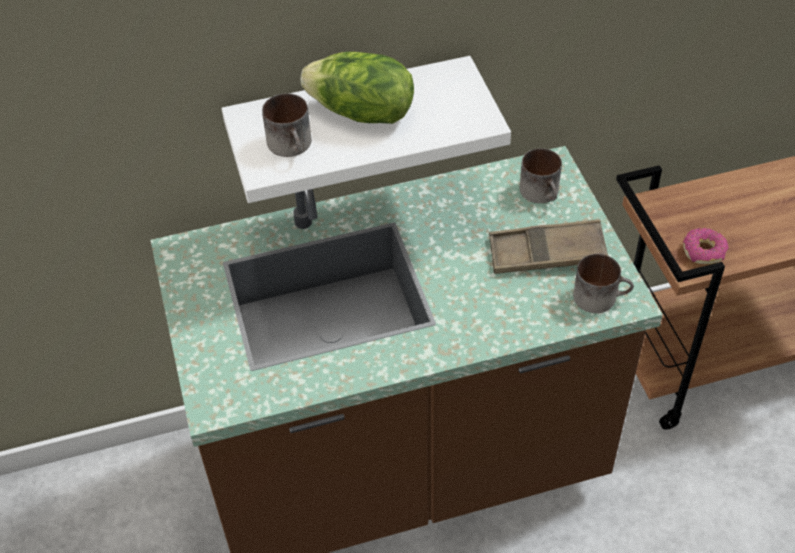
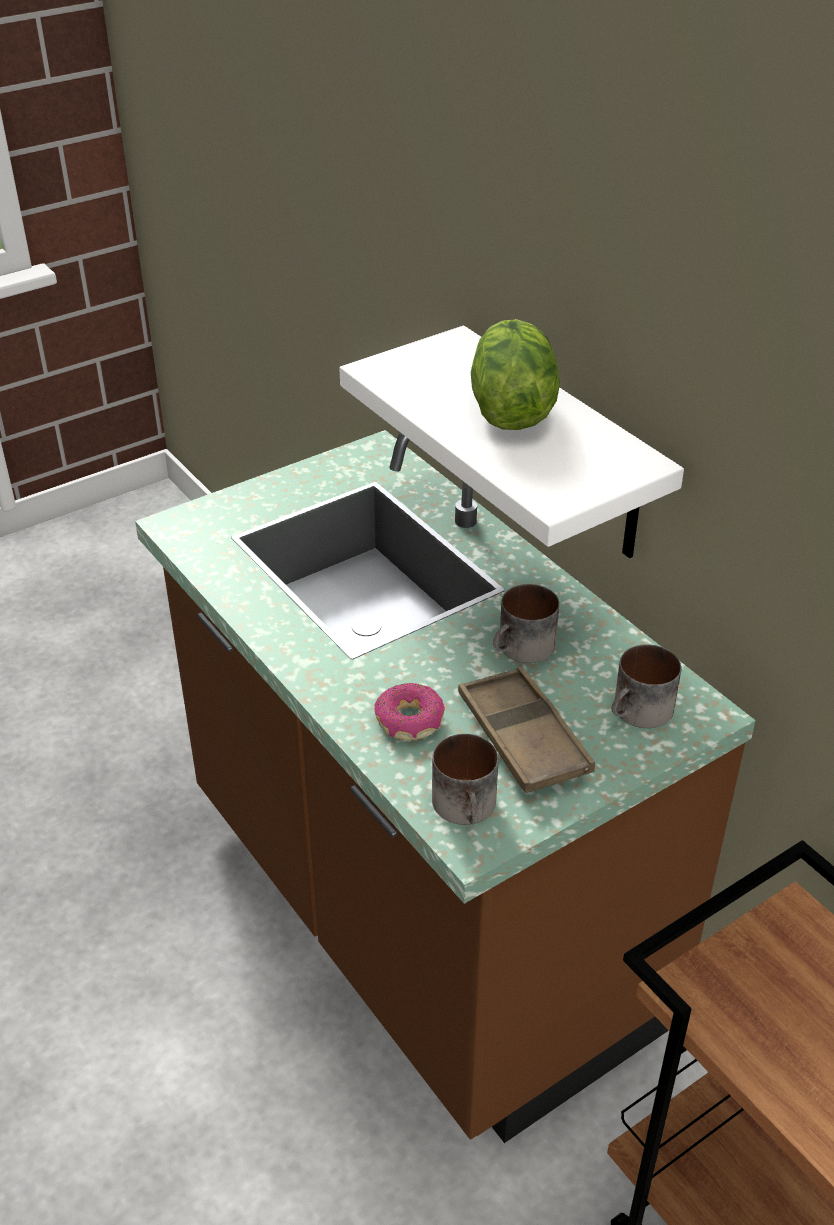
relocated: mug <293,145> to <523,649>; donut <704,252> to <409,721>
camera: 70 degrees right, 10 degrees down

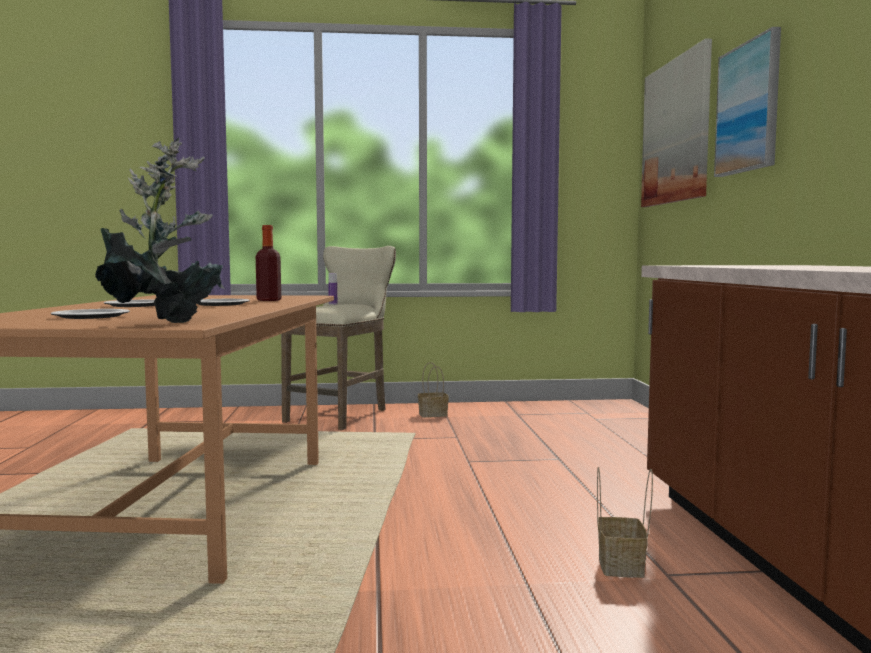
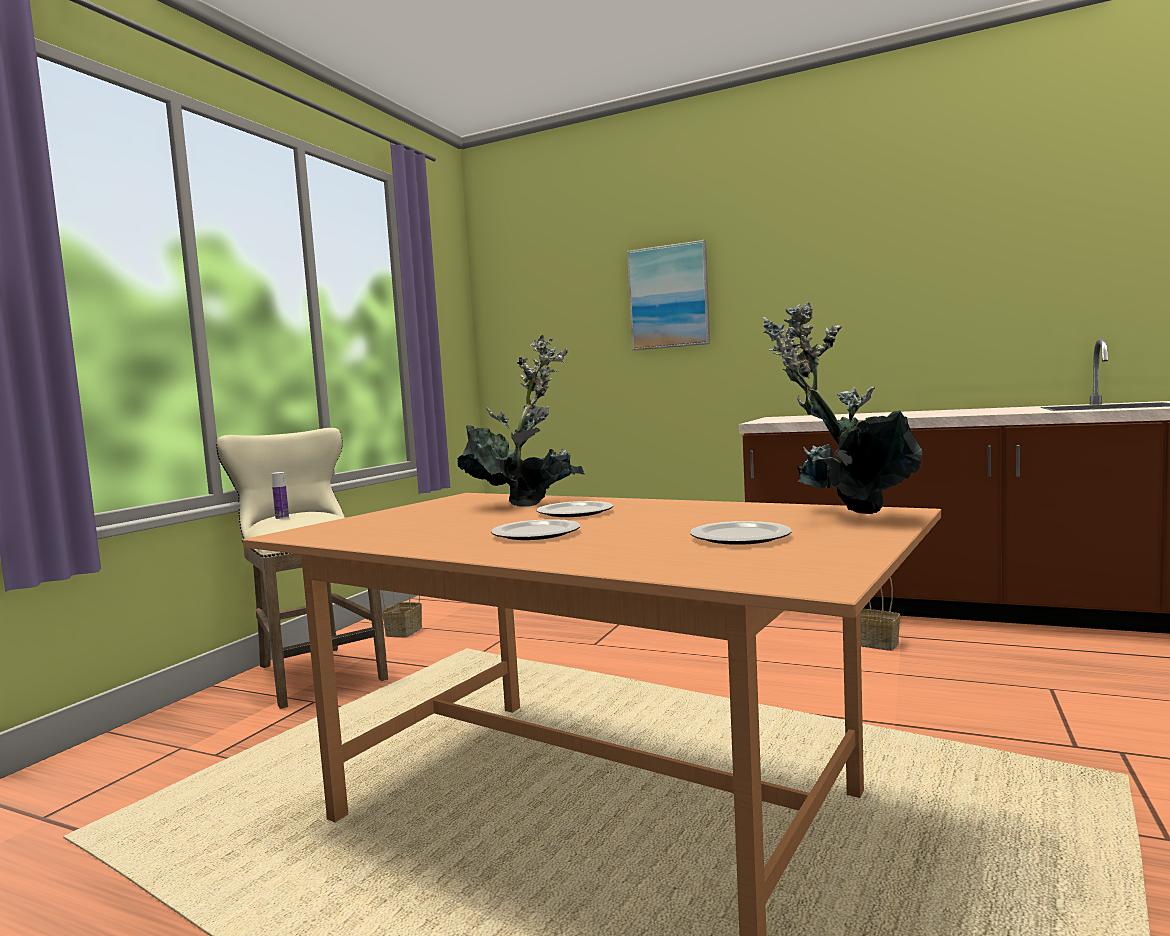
missing: picture <676,132>
exchanged: bottle <269,300> to potted plant <527,503>
camera: 60 degrees left, 0 degrees up

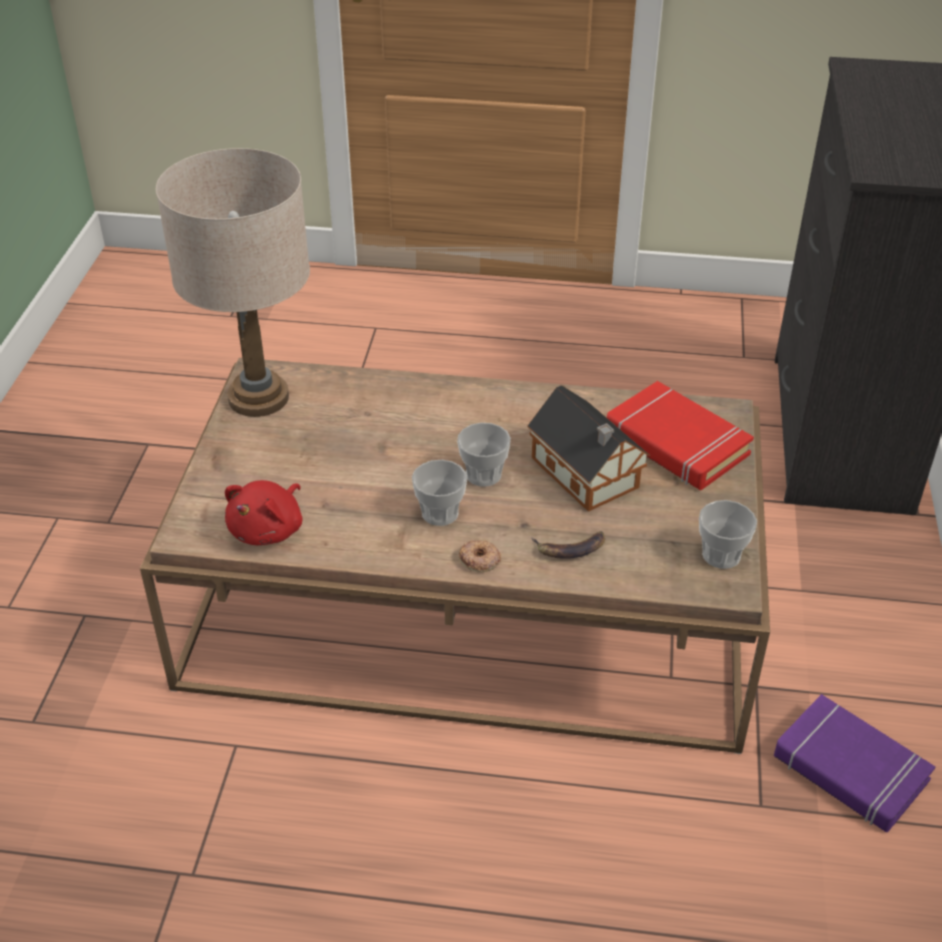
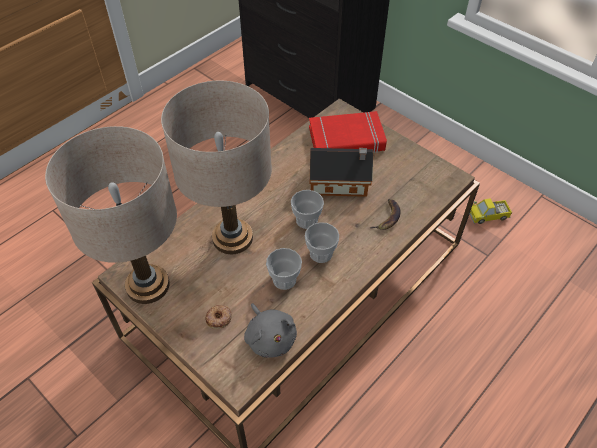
appeared: beige table lamp <233,238>
relocated: donut <479,560> to <219,318>; cup <721,555> to <284,279>
exchanged: purple book <849,769> to toy truck <488,216>
colour: red plush toy <269,529> to grey plush toy <270,338>
camera: 55 degrees left, 10 degrees up

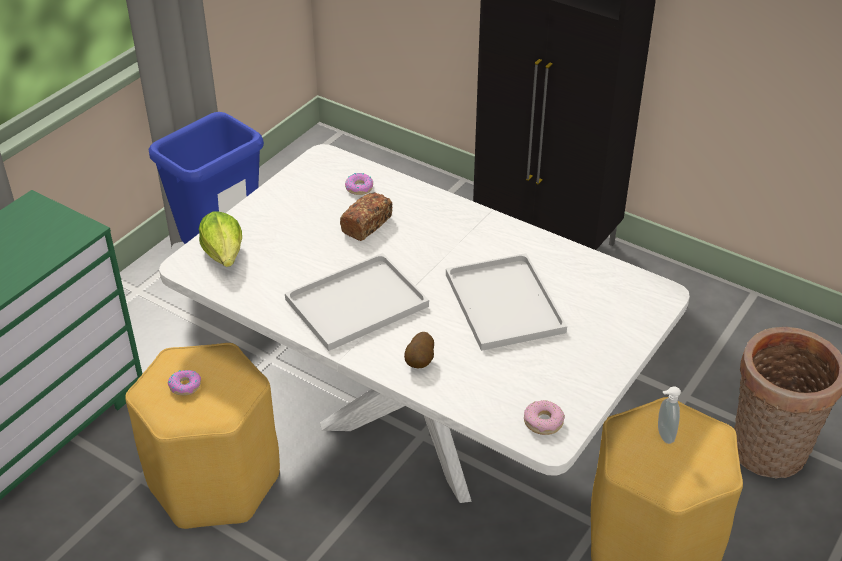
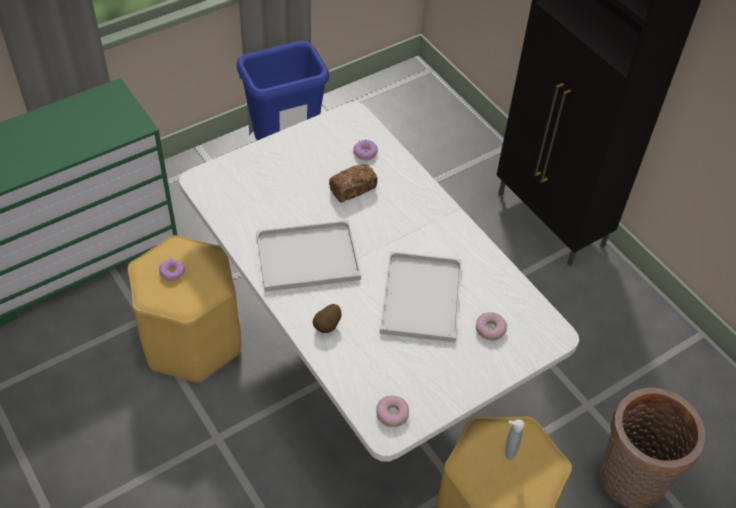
missing: lettuce <224,254>
appeared: donut <490,329>
camera: 20 degrees right, 10 degrees up

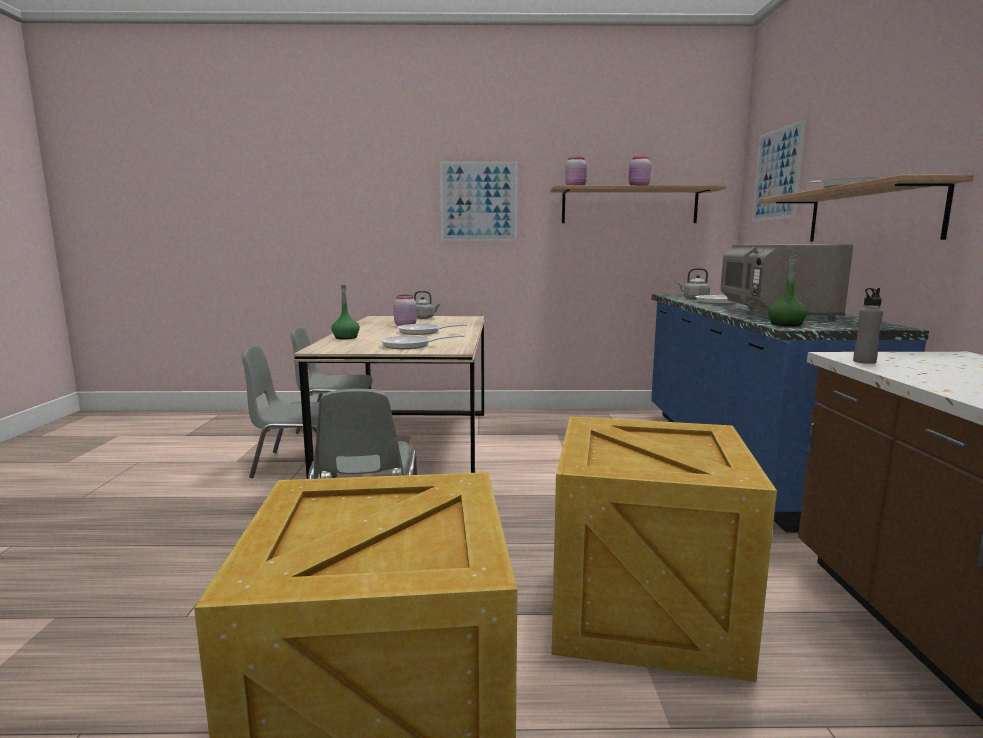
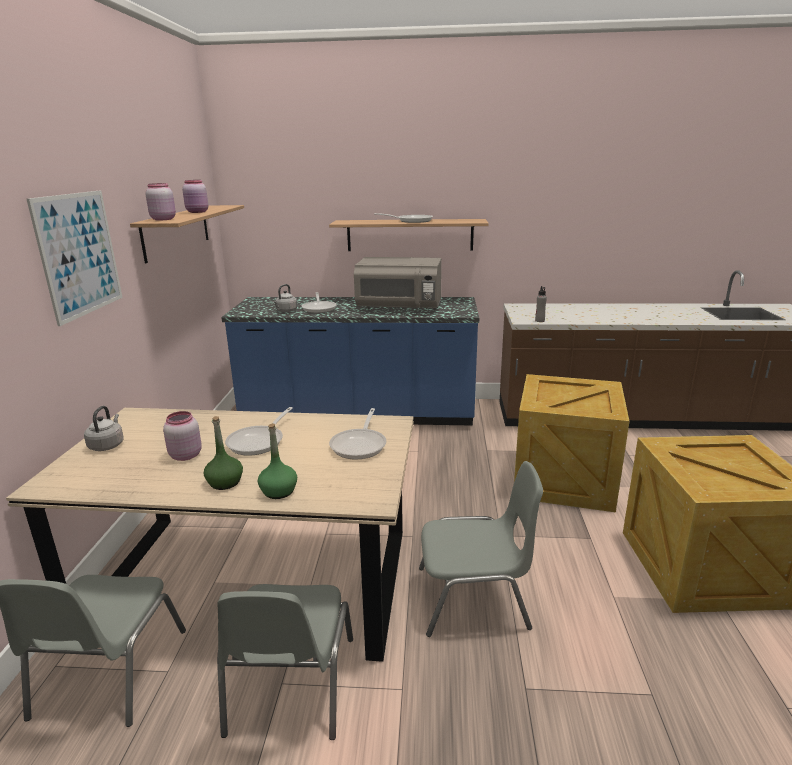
missing: picture <777,174>
relocated: green bottle <786,324> to <225,482>
camera: 85 degrees left, 10 degrees up

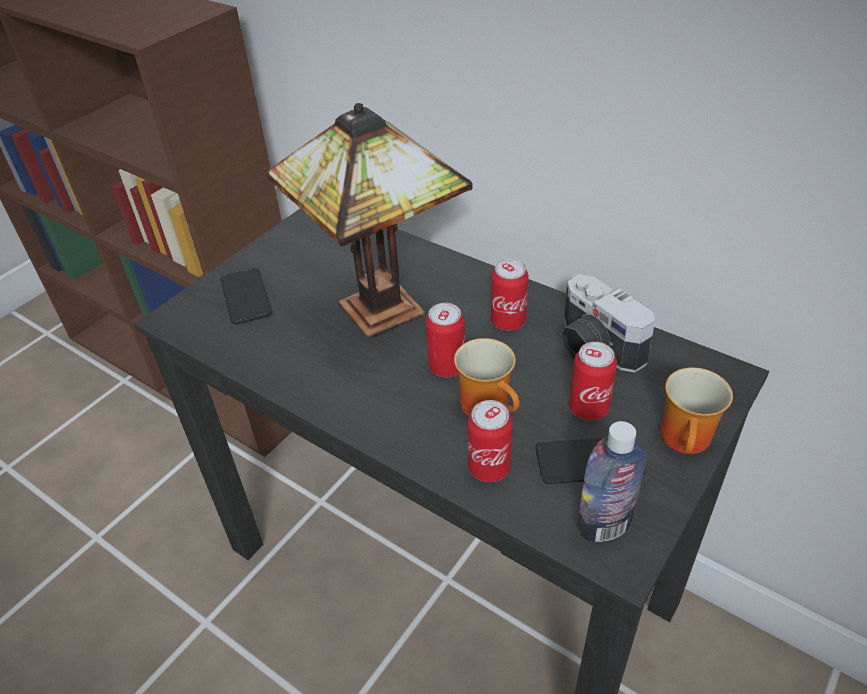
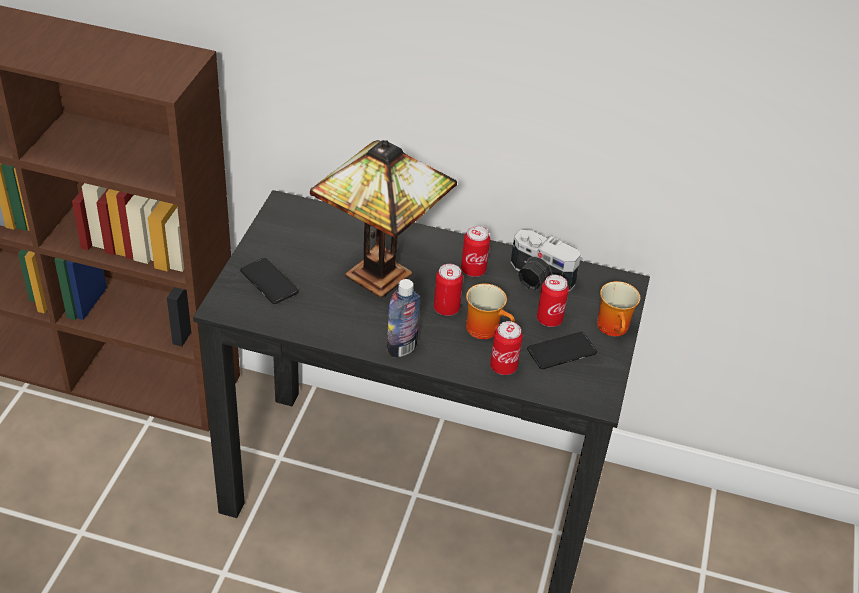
relocated: bottle <604,526> to <401,348>
camera: 25 degrees left, 0 degrees up

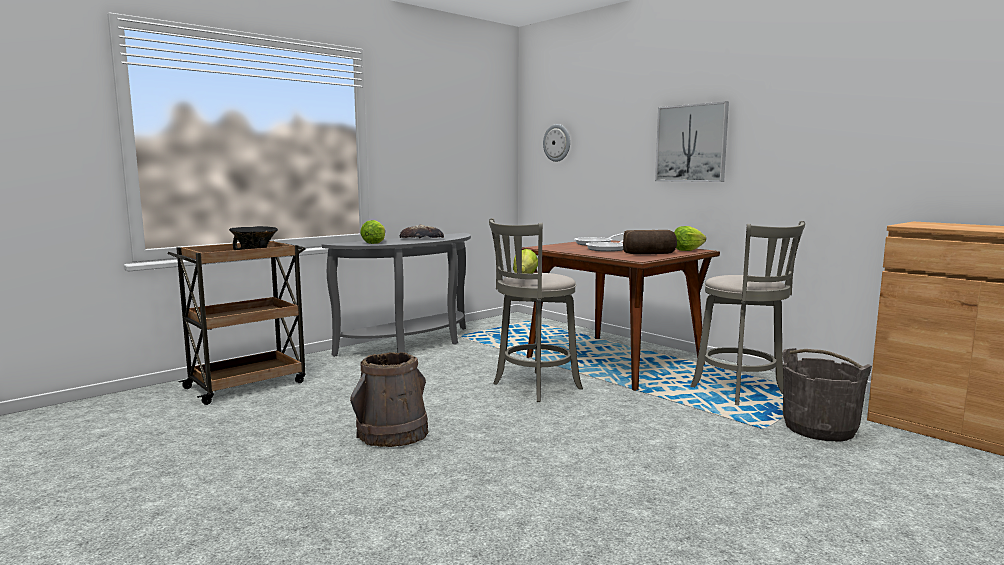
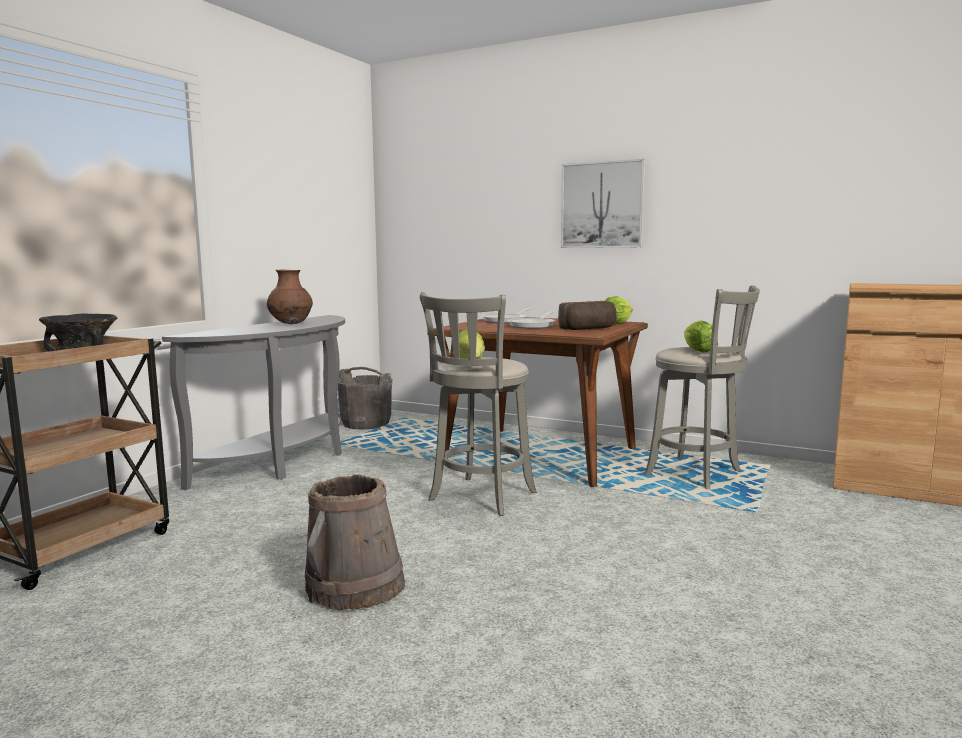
missing: wall clock <557,143>
relocated: lettuce <374,243> to <697,351>; grey bucket <819,428> to <366,423>
exchanged: bread <421,238> to brown vase <291,324>
camera: 20 degrees left, 0 degrees up

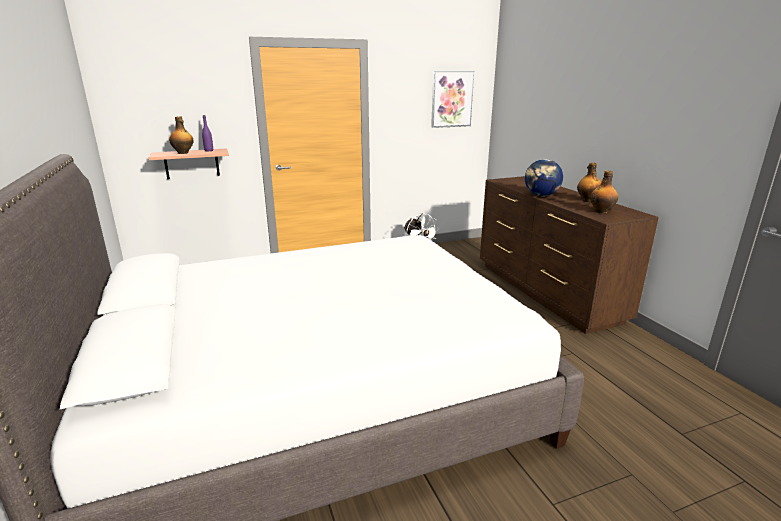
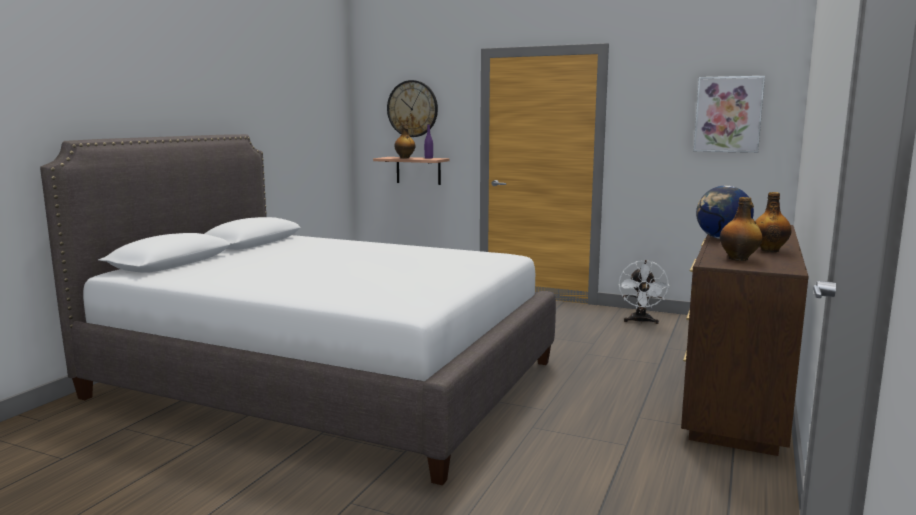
appeared: wall clock <412,108>
camera: 45 degrees right, 10 degrees down

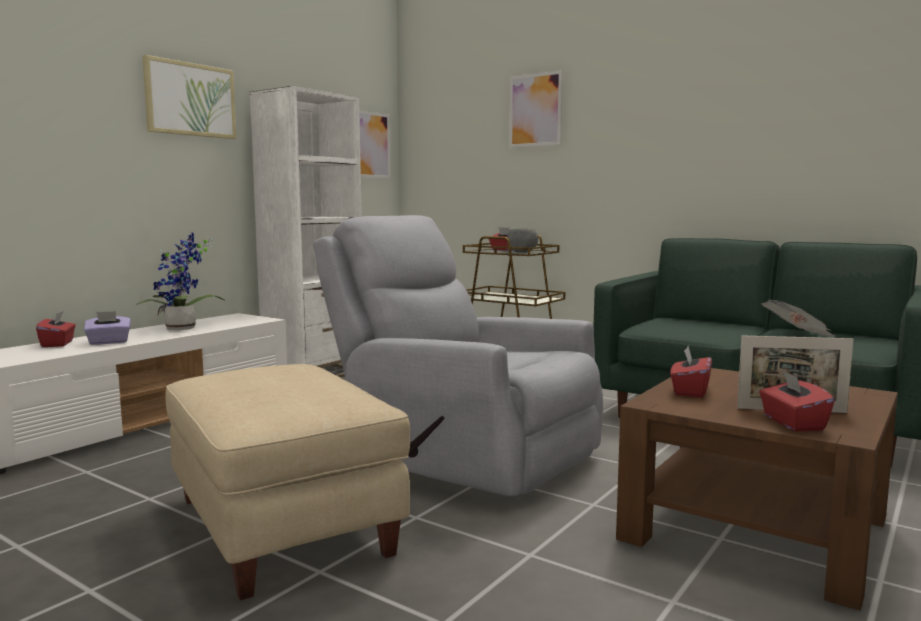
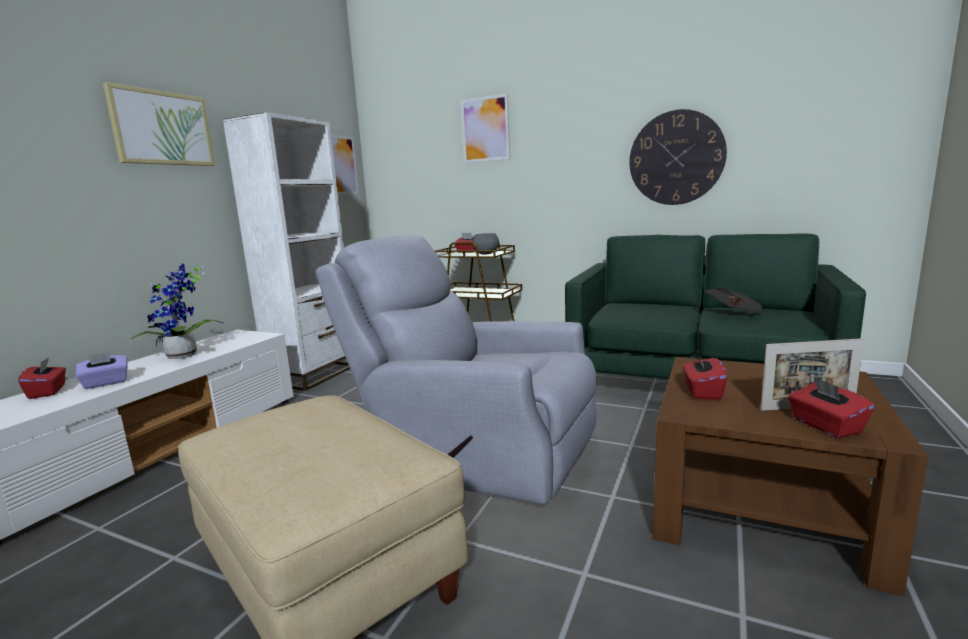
appeared: wall clock <676,158>
camera: 10 degrees left, 5 degrees up

